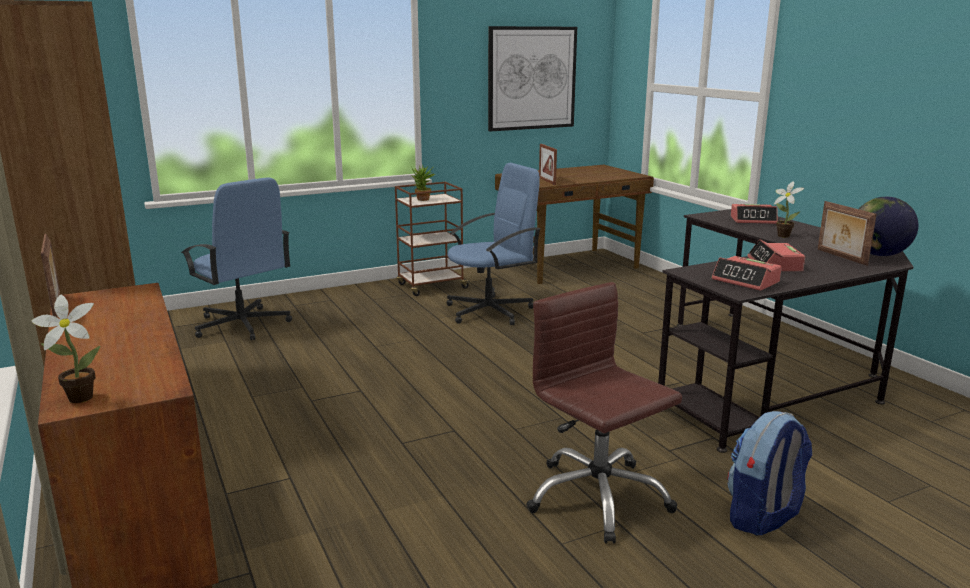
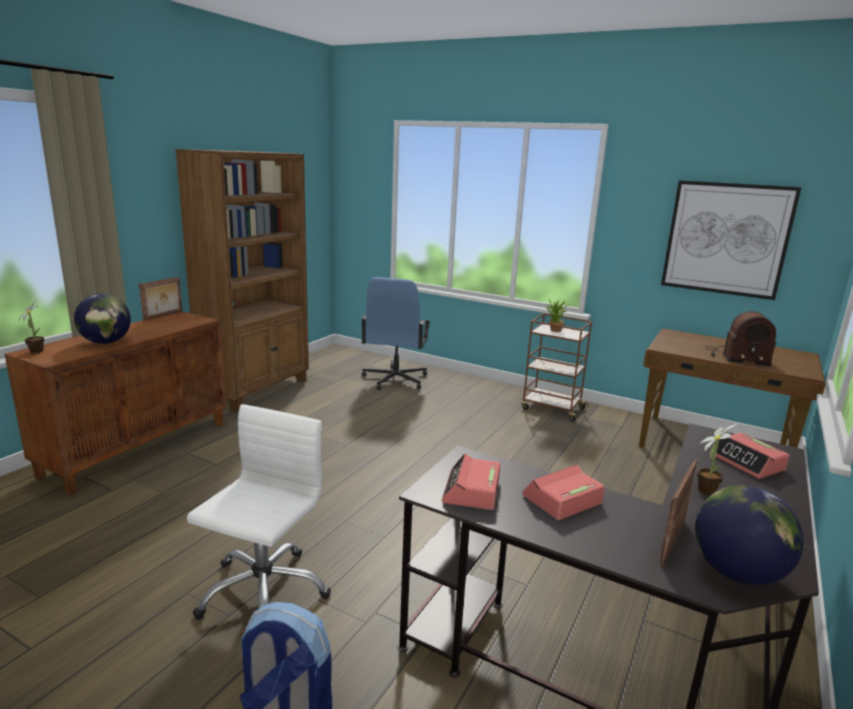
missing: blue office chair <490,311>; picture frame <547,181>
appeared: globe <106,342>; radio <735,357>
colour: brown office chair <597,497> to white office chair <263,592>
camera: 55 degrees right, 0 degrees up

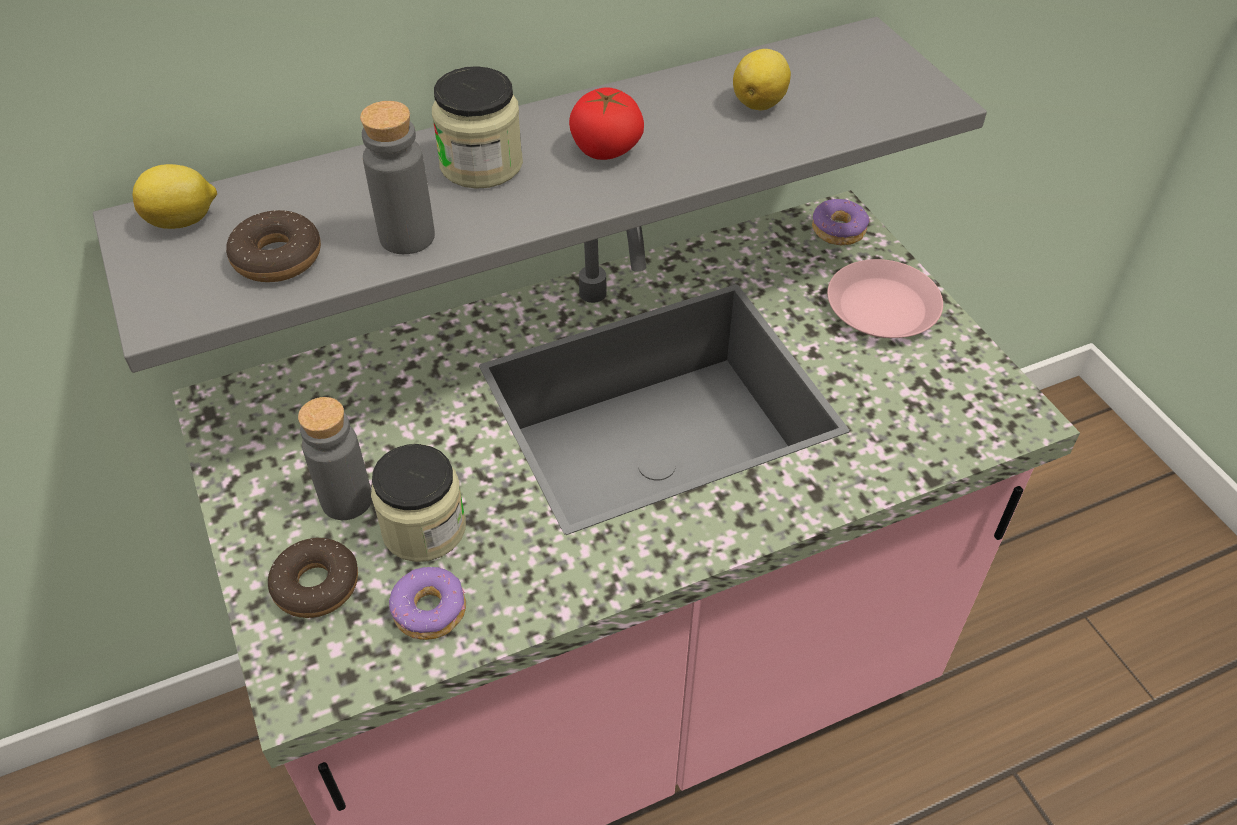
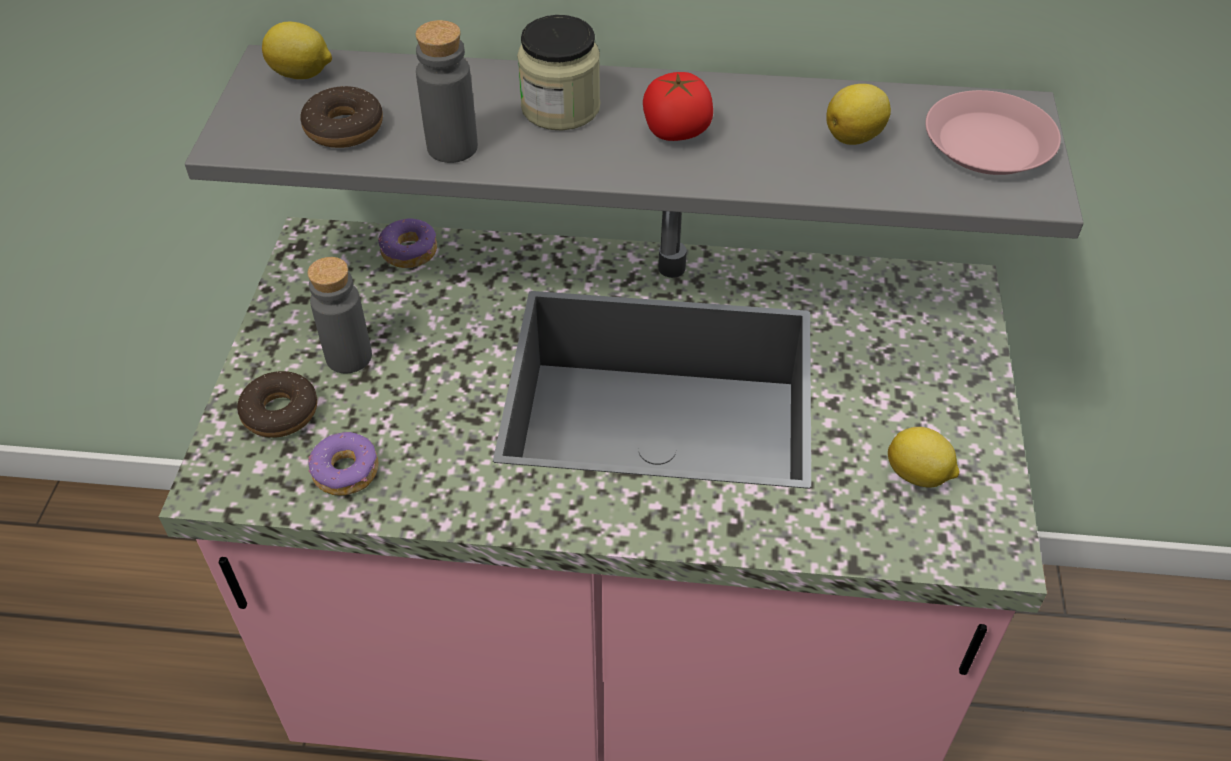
missing: jar <424,528>
appeared: lemon <918,476>
relocated: donut <839,230> to <410,252>; pink plate <881,308> to <987,143>
camera: 30 degrees right, 0 degrees up

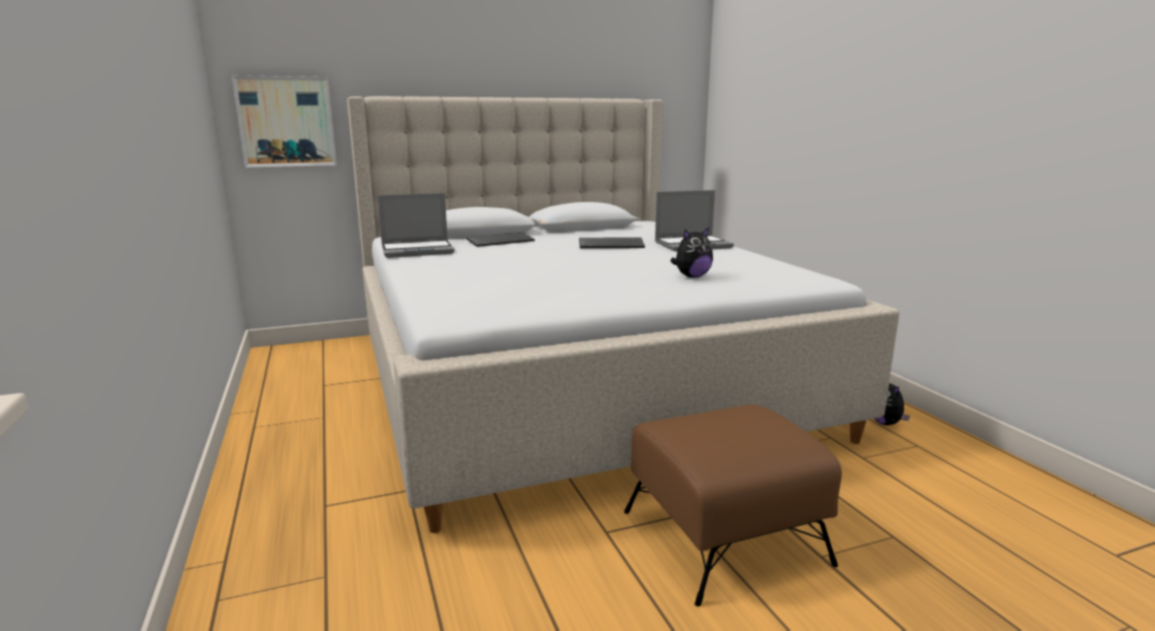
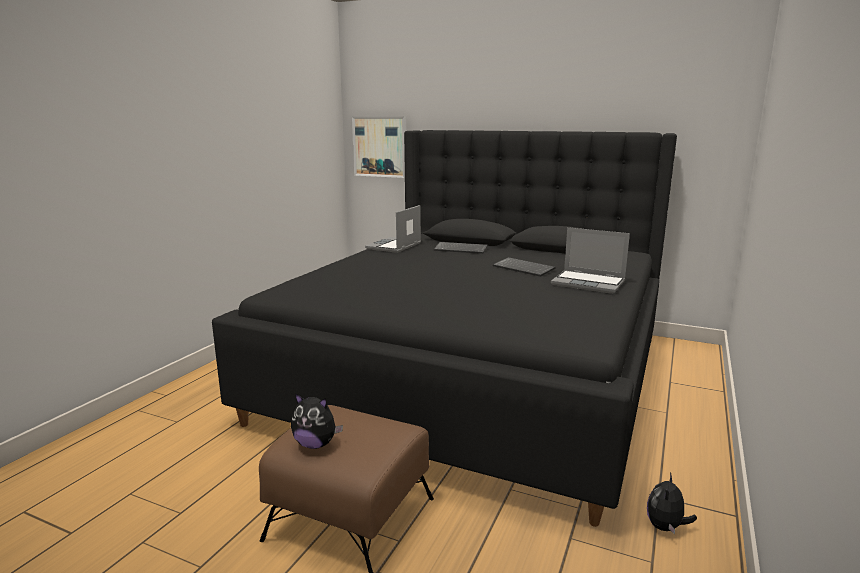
relocated: plush toy <692,276> to <316,444>
colour: beige bed <575,380> to black bed <476,374>
spun: laptop <418,250> = <394,246> 90 degrees clockwise
camera: 45 degrees right, 0 degrees up

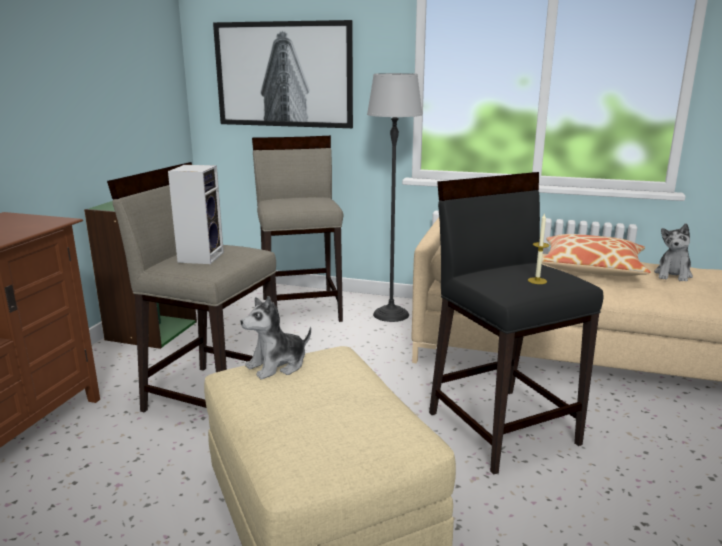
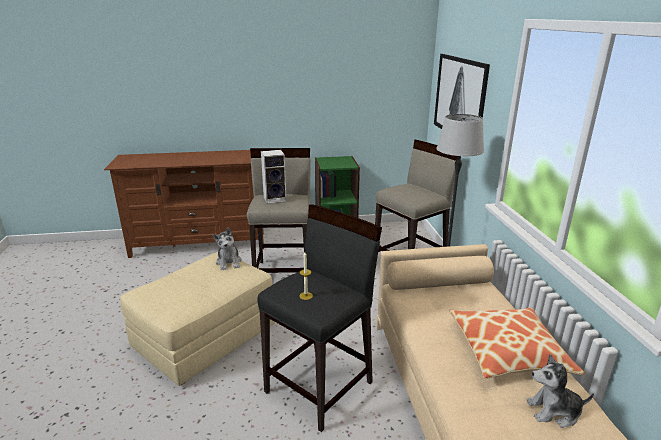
spun: plush toy <277,365> = <229,262> 135 degrees counterclockwise
camera: 65 degrees right, 5 degrees up

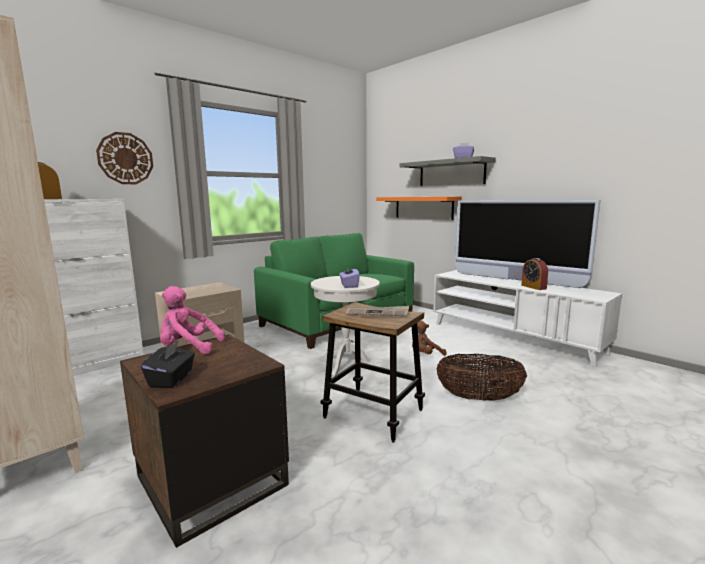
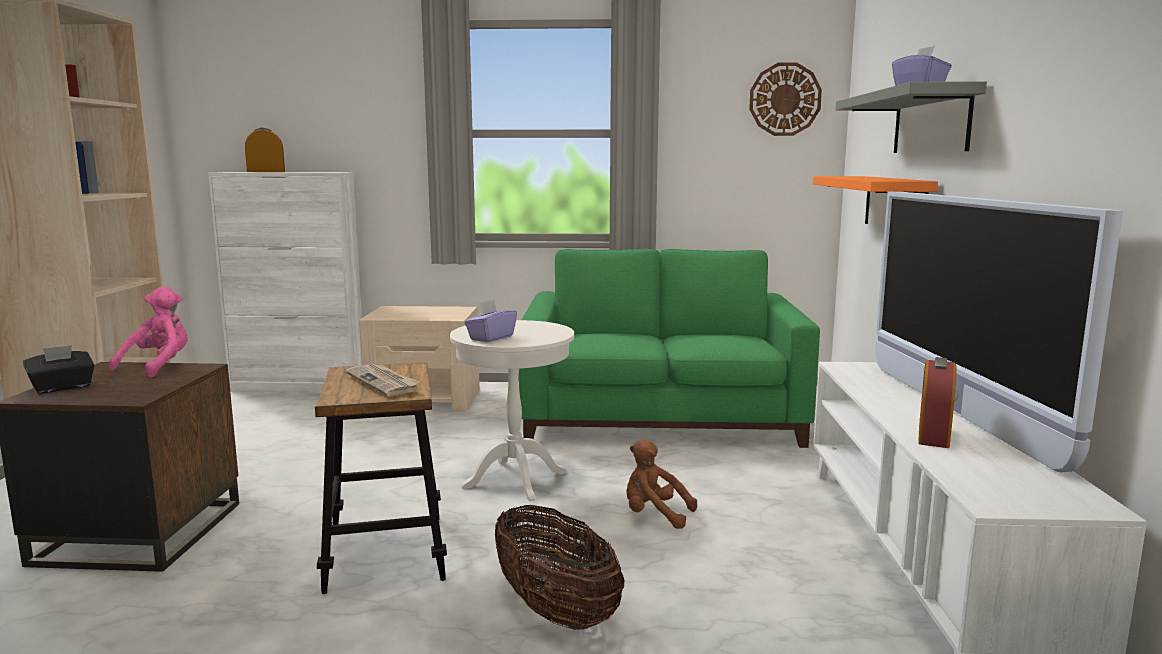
relocated: wall clock <125,158> to <785,99>
spun: pink plush toy <188,348> = <159,366> 60 degrees clockwise
camera: 45 degrees right, 0 degrees up

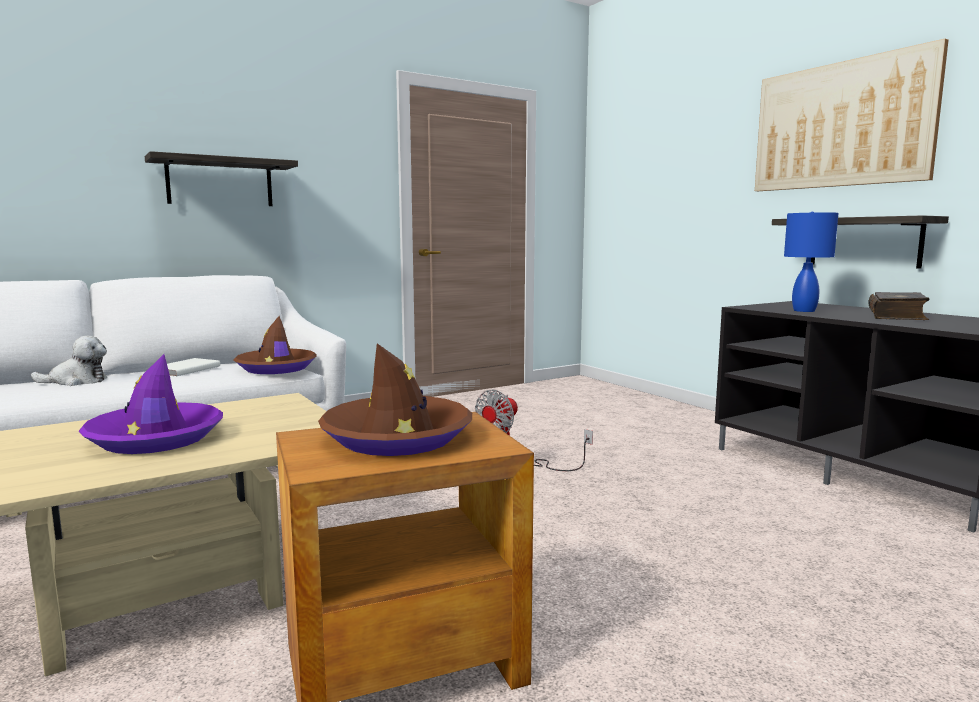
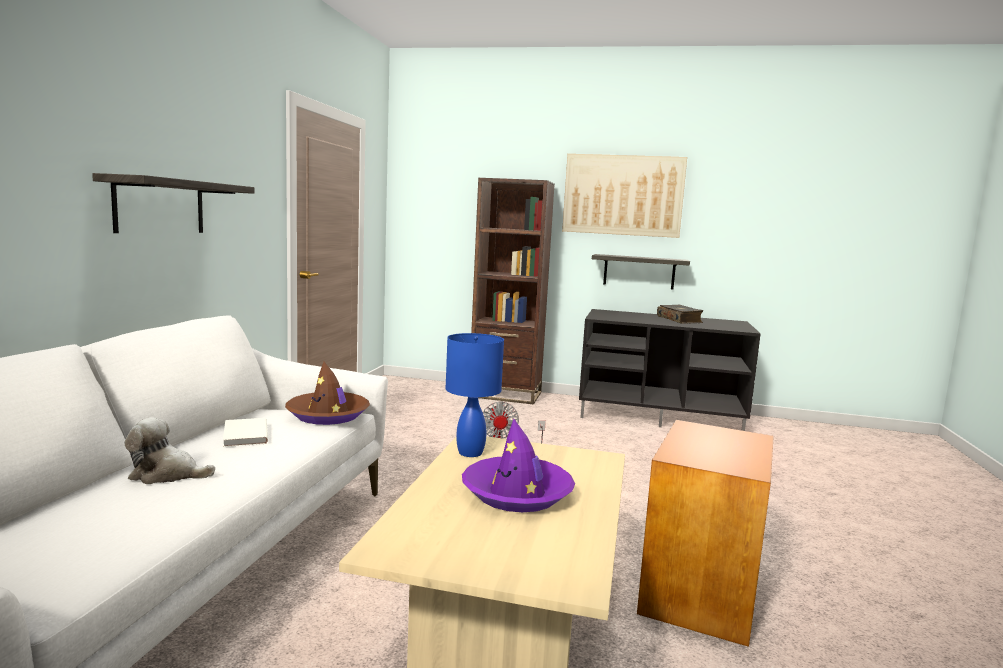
missing: brown hat <397,437>
appeared: brown bookcase <505,395>
relocated: blue table lamp <805,311> to <471,453>
spun: plush toy <76,381> = <166,475> 120 degrees counterclockwise
camera: 45 degrees left, 0 degrees up

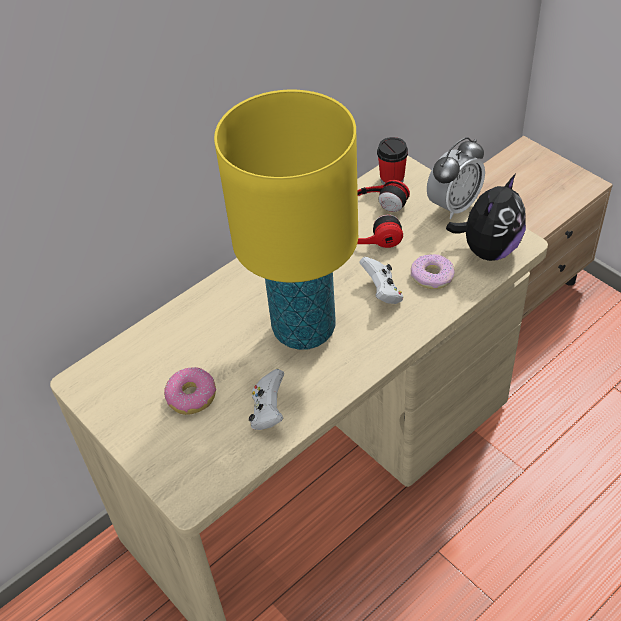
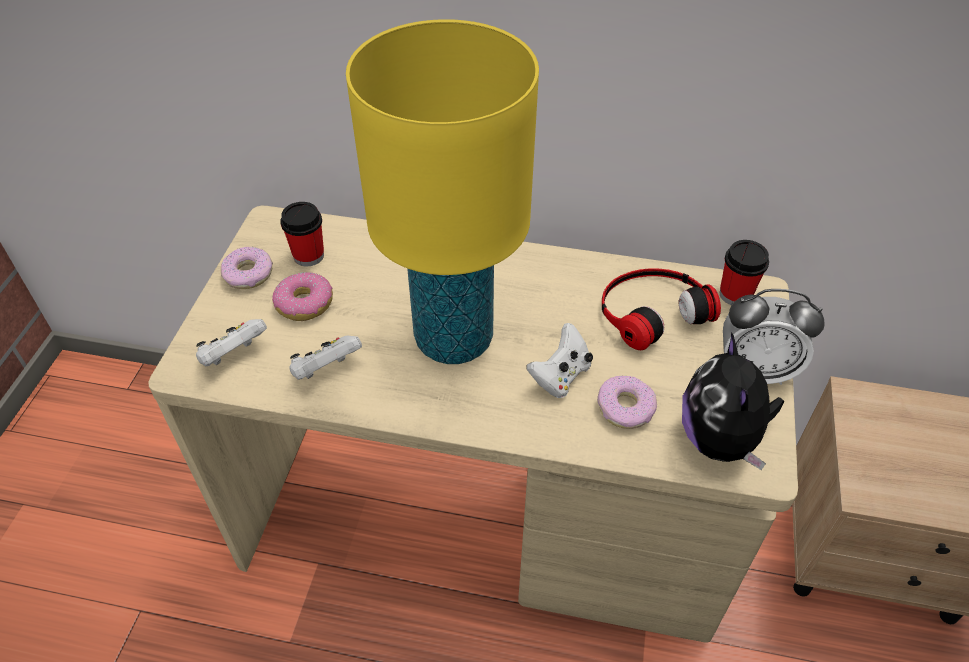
appeared: white game controller <233,356>; donut <249,274>; cup <308,256>
spun: plush toy <488,249> = <720,440> 90 degrees clockwise
camera: 50 degrees right, 0 degrees up

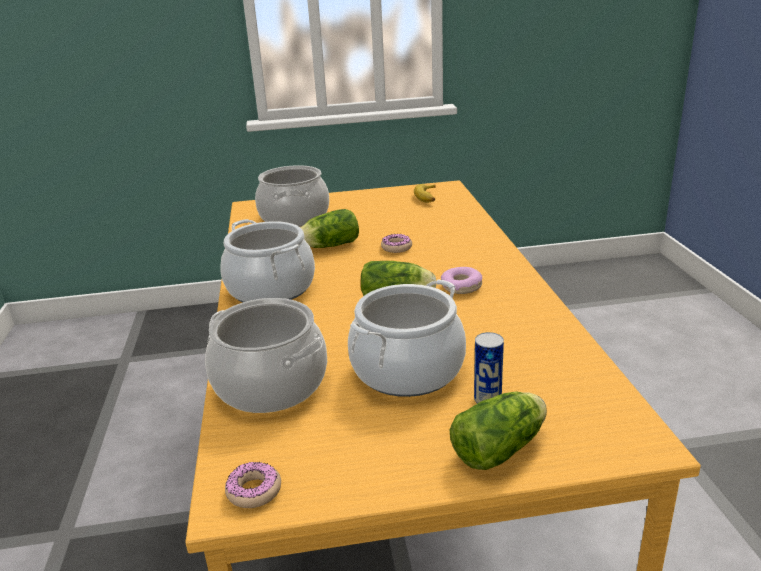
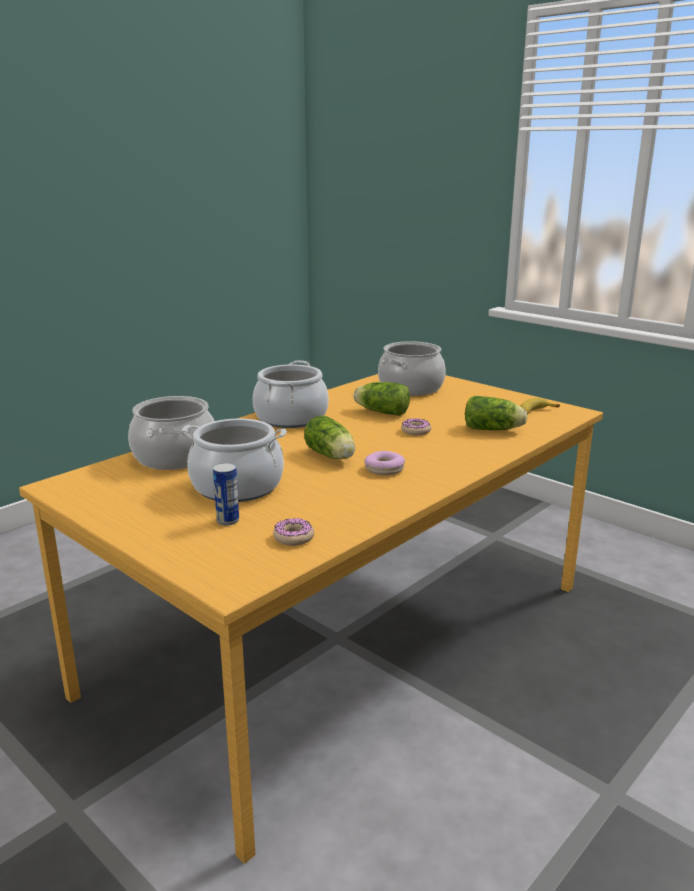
relocated: donut <254,491> to <293,537>; lettuce <502,447> to <494,429>
camera: 50 degrees right, 5 degrees down

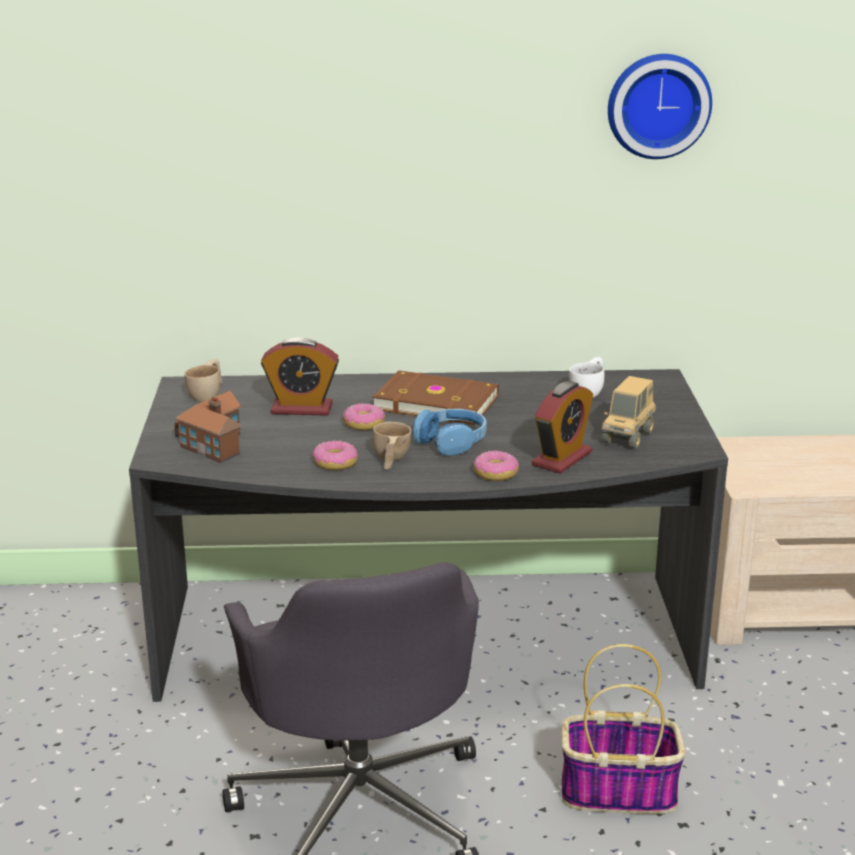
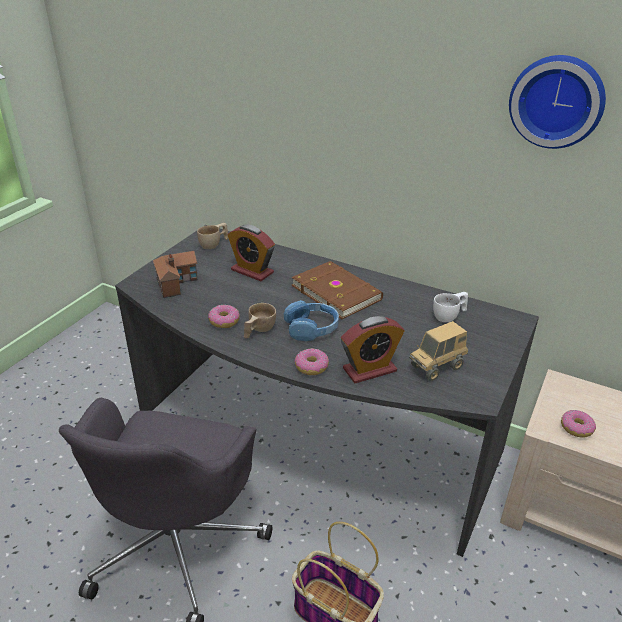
relocated: donut <364,424> to <576,428>
camera: 30 degrees right, 10 degrees up

